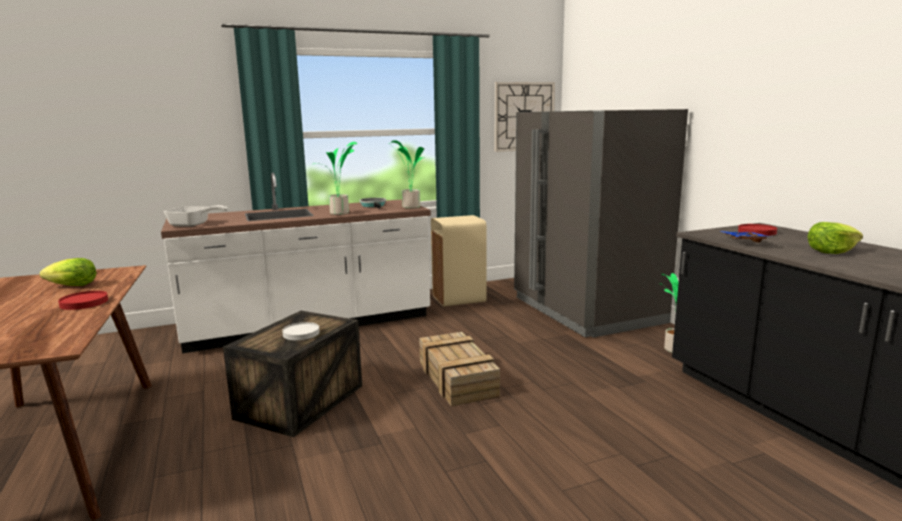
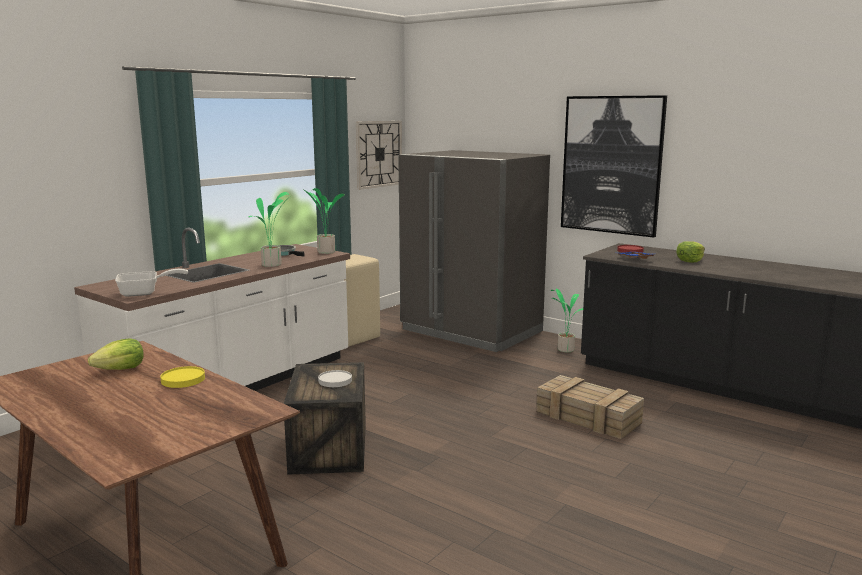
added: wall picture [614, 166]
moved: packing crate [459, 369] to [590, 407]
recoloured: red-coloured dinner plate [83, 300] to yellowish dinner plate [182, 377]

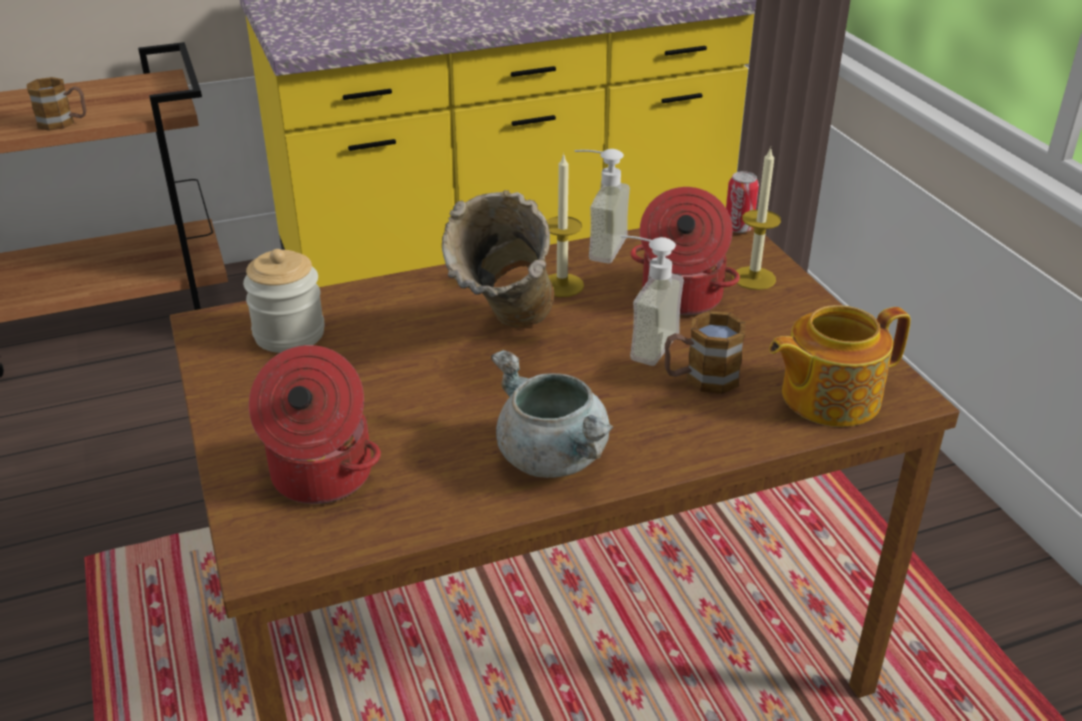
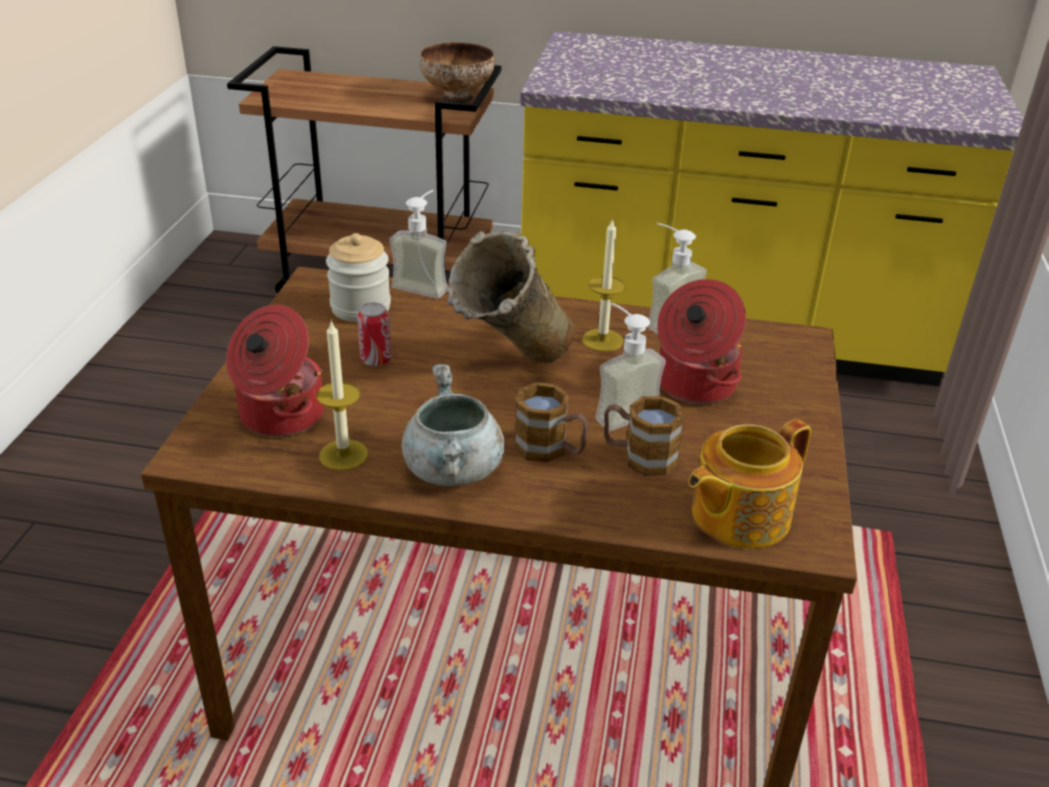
added: liquid soap bottle [418, 244]; serving bowl [457, 72]
moved: mug [57, 104] to [552, 422]; sealed can [742, 202] to [374, 334]; wax light [756, 218] to [342, 395]
turned: tea pot [840, 366] = [749, 484] 45 degrees counterclockwise

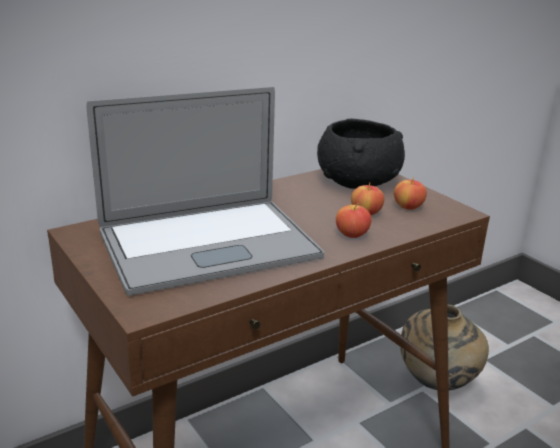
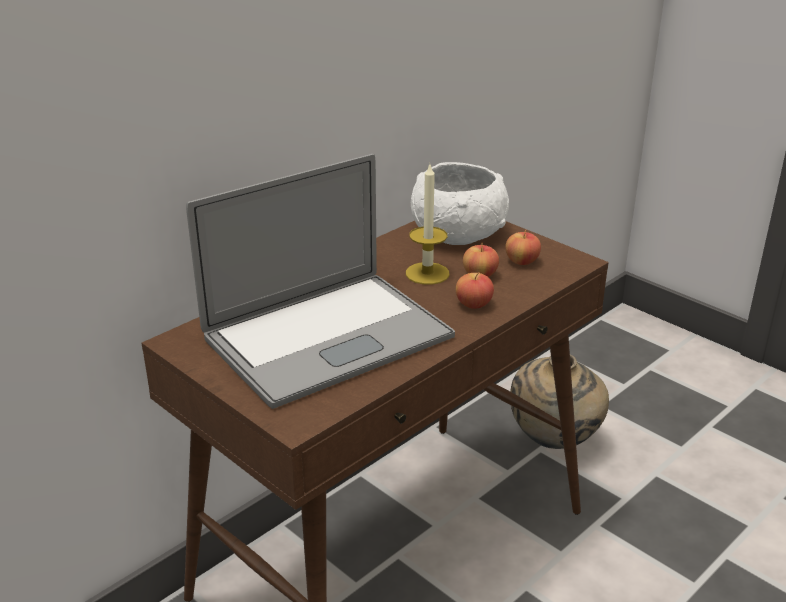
added: wax light [428, 225]
recoloured: black-coloured serving bowl [361, 154] to white serving bowl [460, 203]

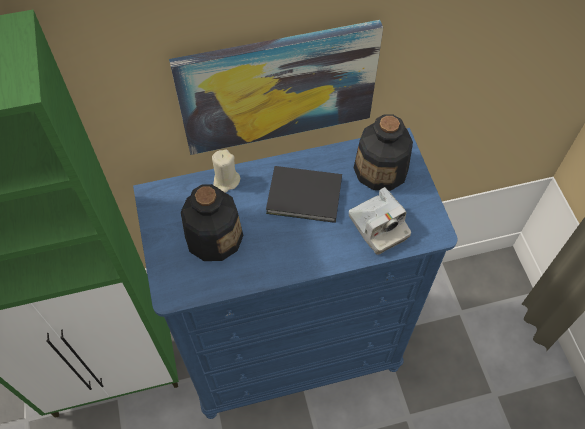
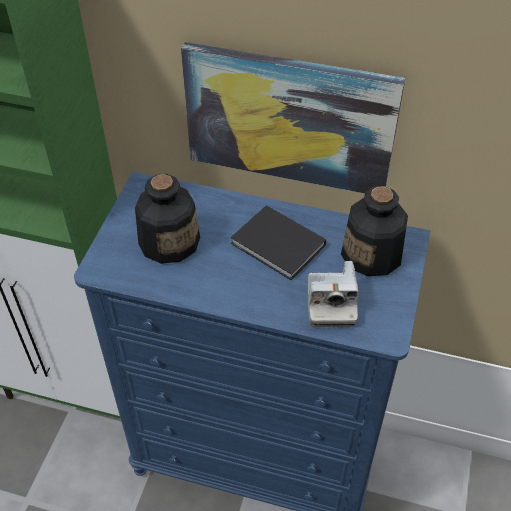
removed: beige-coloured wax light [226, 171]

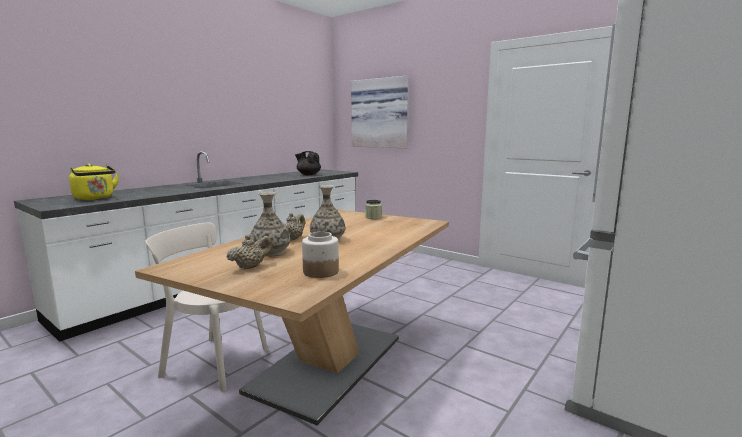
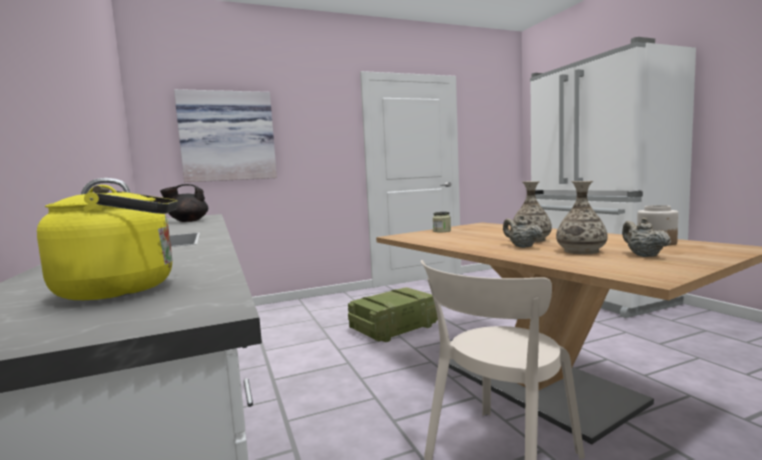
added: packing crate [393, 314]

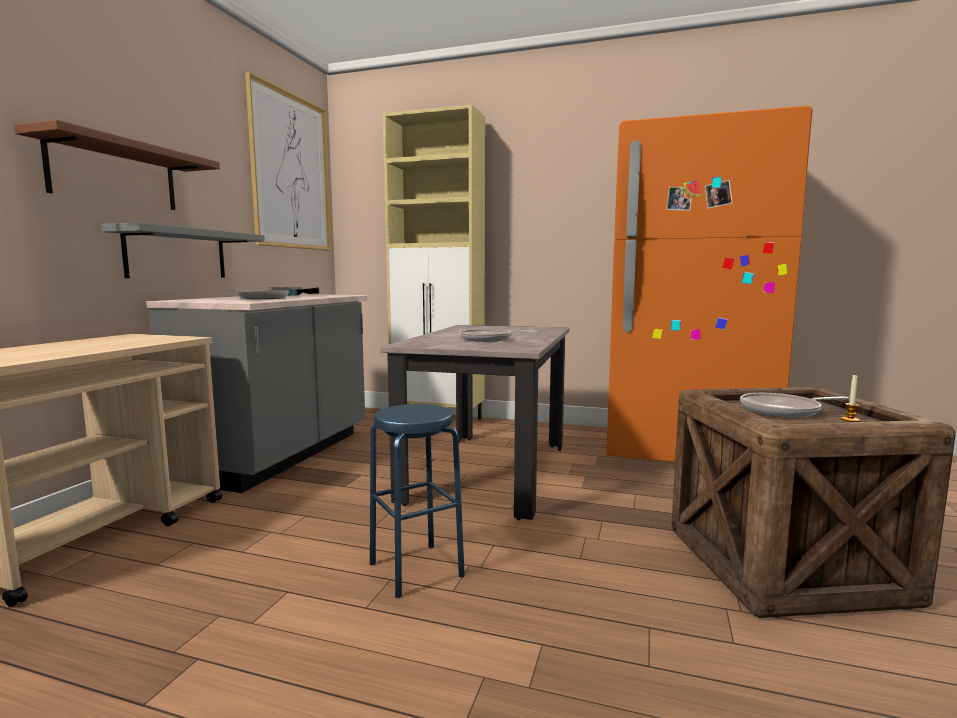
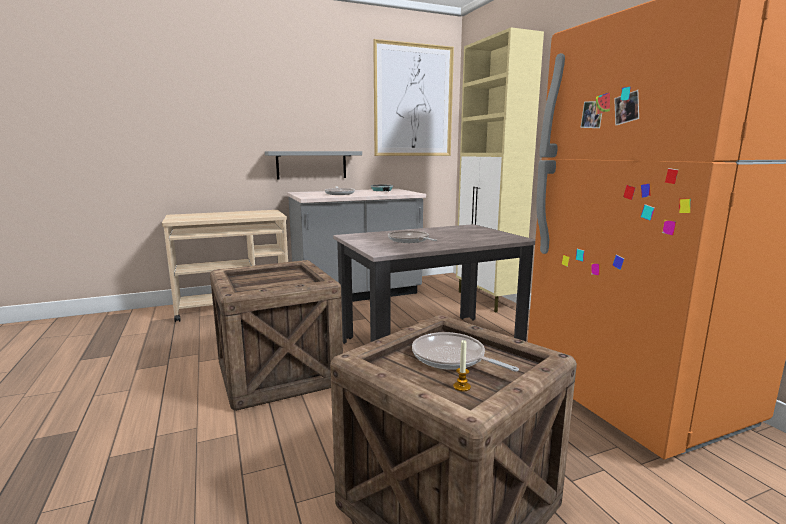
removed: brown-coloured bracket shelf [117, 165]
replaced: blue sitting stool [417, 501] to packing crate [276, 335]

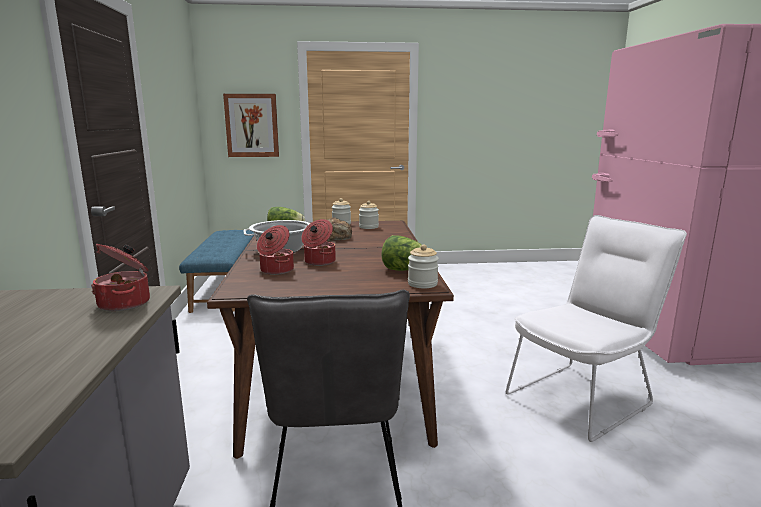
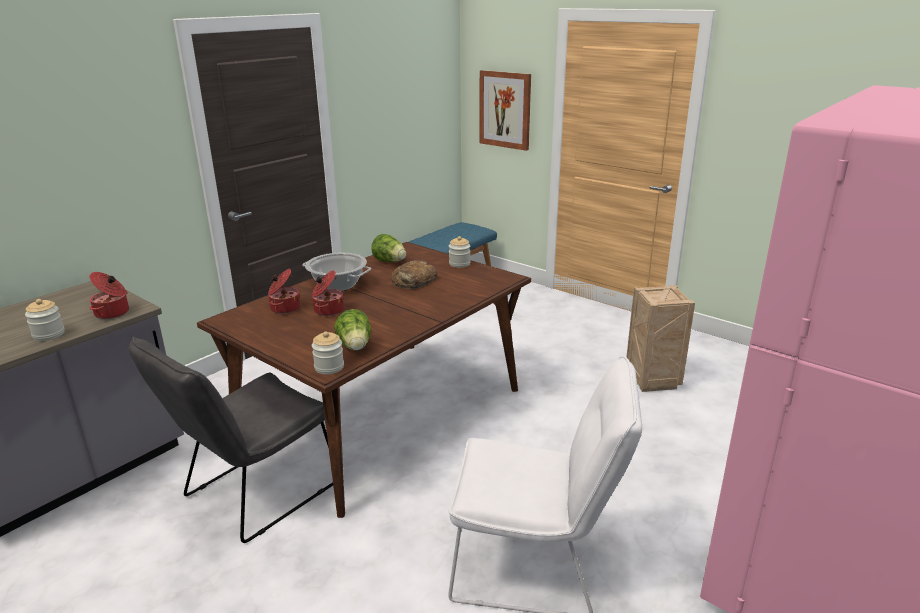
added: packing crate [660, 338]
moved: preserve jar [369, 215] to [45, 320]

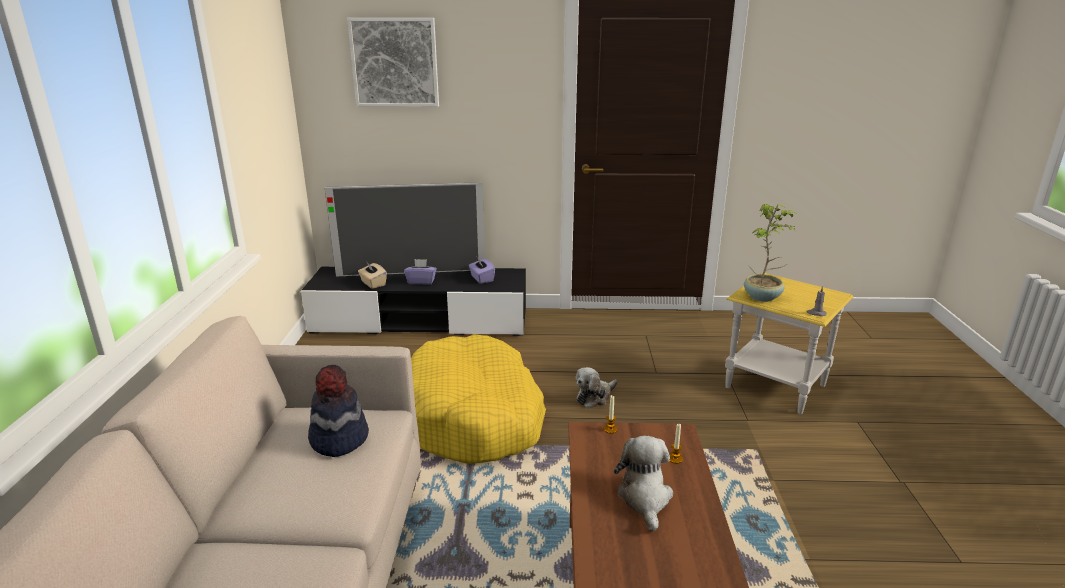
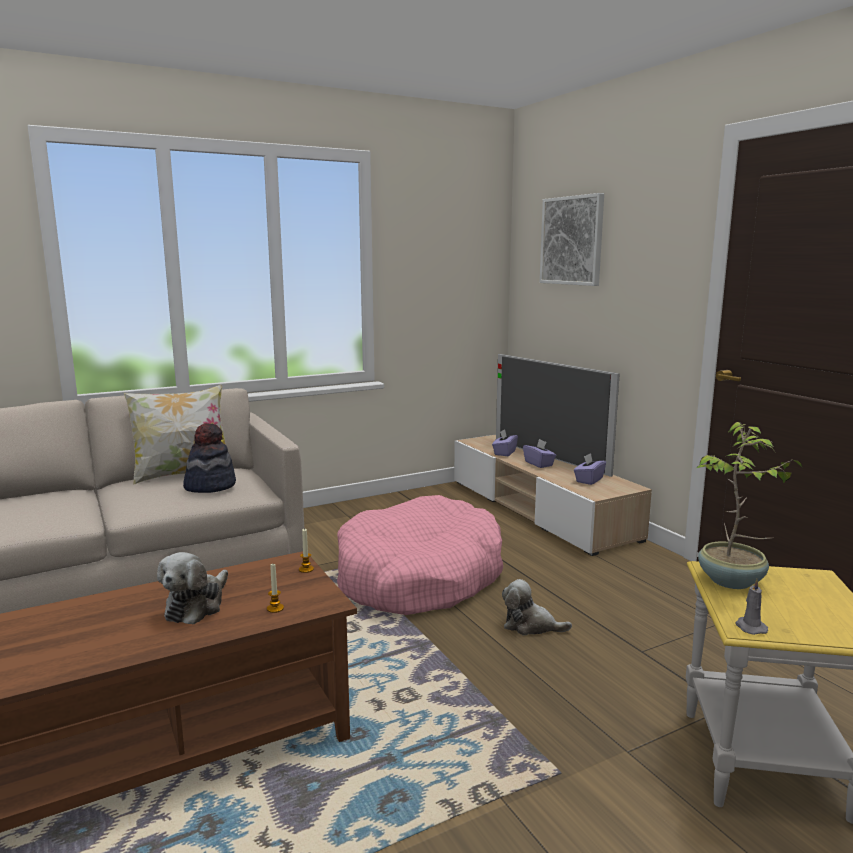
added: throw pillow [175, 434]
recoloured: black-coloured media console [413, 301] to beige-coloured media console [553, 495]; beige-coloured tissue holder [372, 276] to purple-coloured tissue holder [505, 442]; yellowish dog cushion [478, 399] to pinkish dog cushion [420, 555]
turned: cuddly toy [643, 484] = [192, 588] 135 degrees clockwise

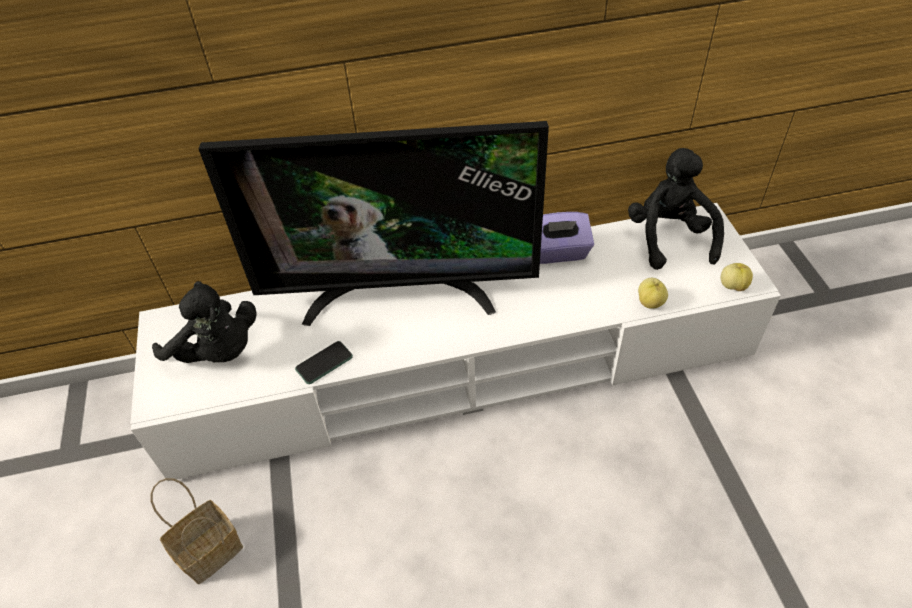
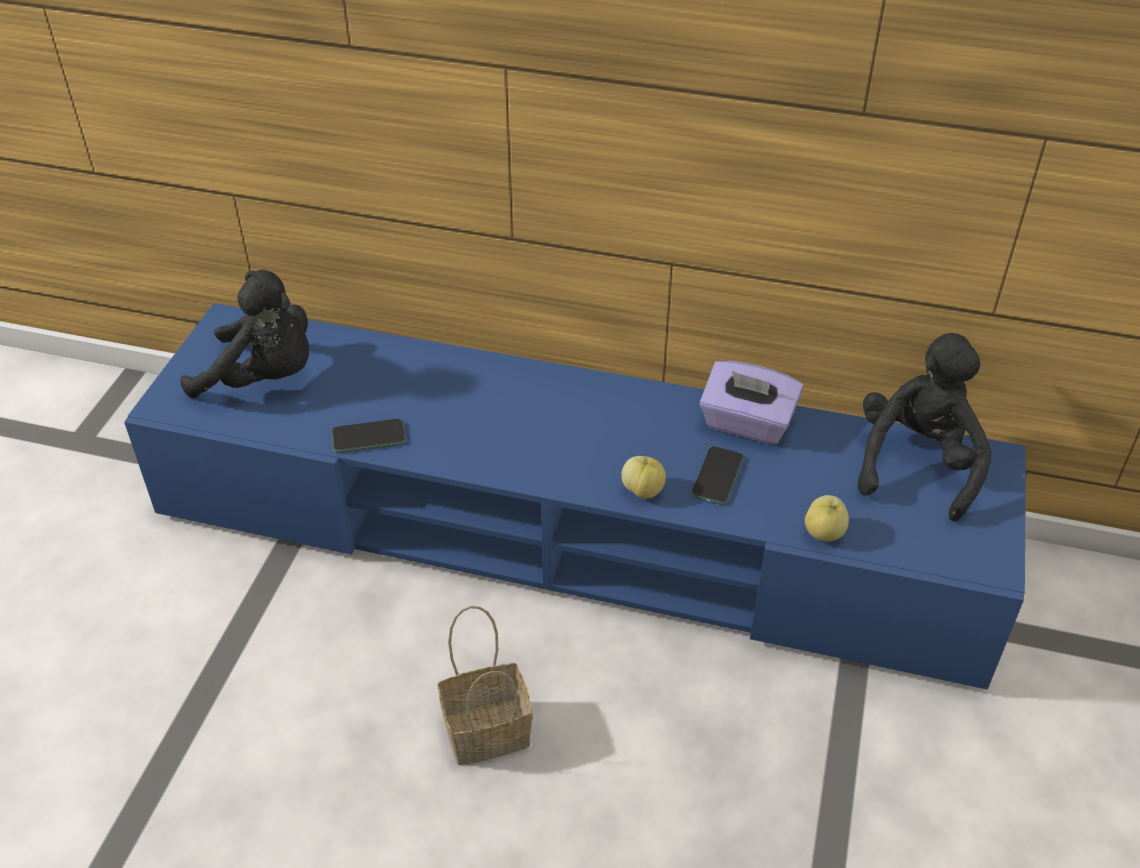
removed: television [374, 223]
added: handset [717, 475]
moved: household basket [196, 531] to [485, 685]; apple [737, 277] to [643, 477]
recoloured: white media console [455, 342] to blue media console [575, 496]
turned: black-coloured cuddly toy [204, 322] = [244, 334] 45 degrees counterclockwise

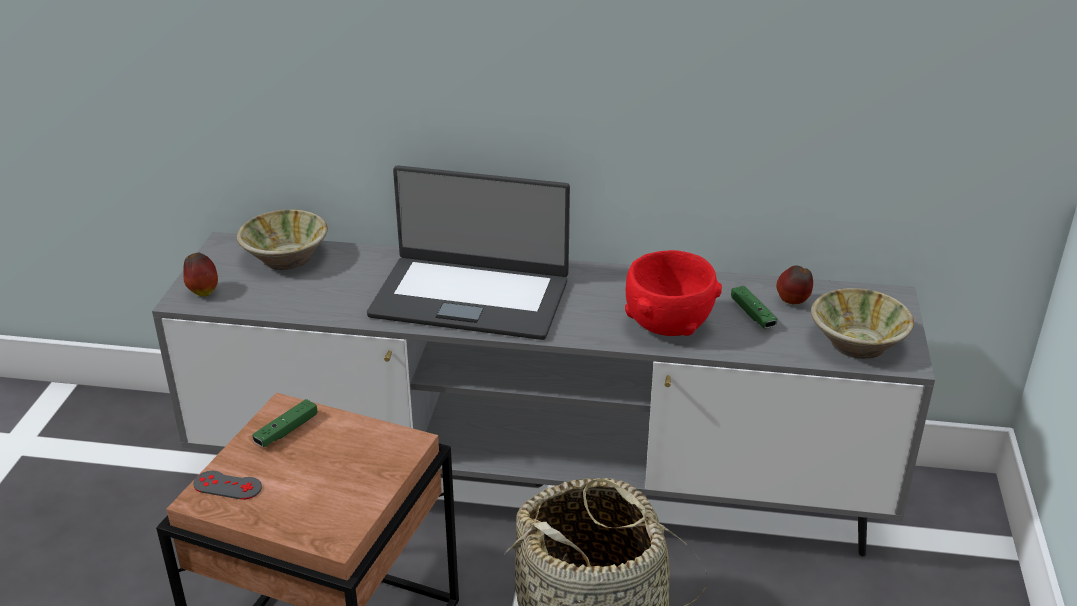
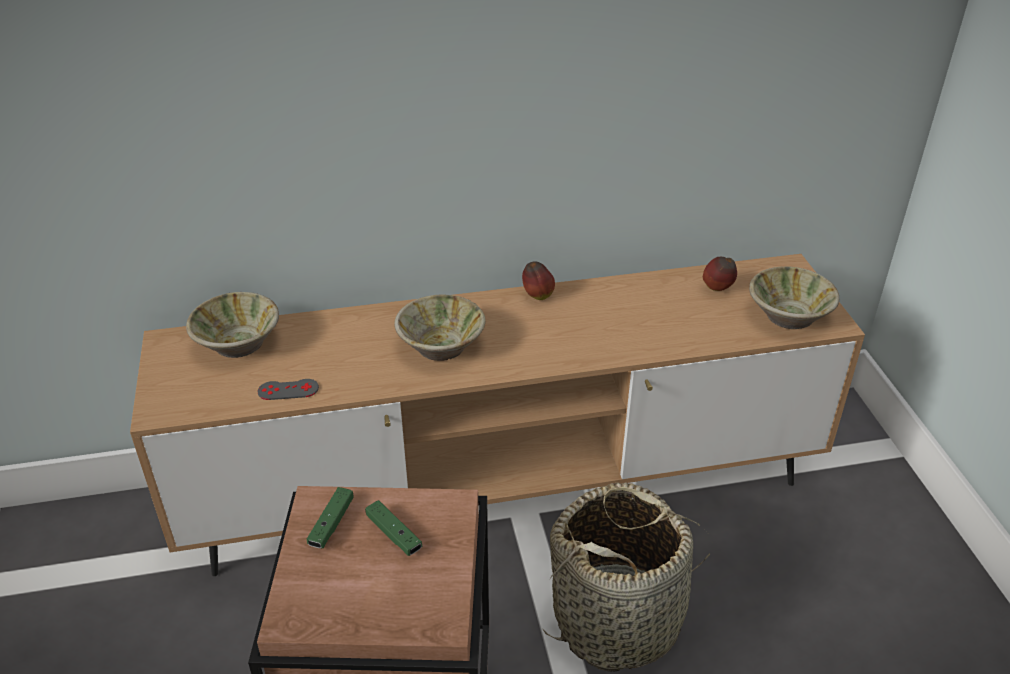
removed: red-coloured serving bowl [673, 293]
moved: apple [200, 275] to [538, 280]; greyish gamepad [227, 485] to [288, 389]; green-coloured gamepad [754, 307] to [393, 528]
replaced: laptop [468, 252] to beige-coloured serving bowl [440, 327]
recoloured: greyish media console [543, 394] to brown-coloured media console [497, 415]

